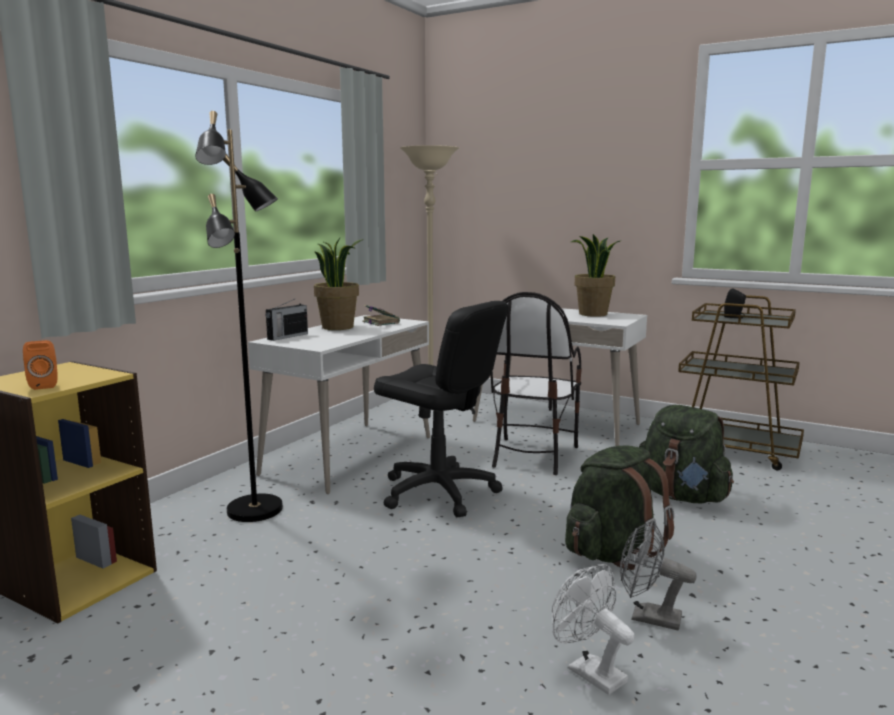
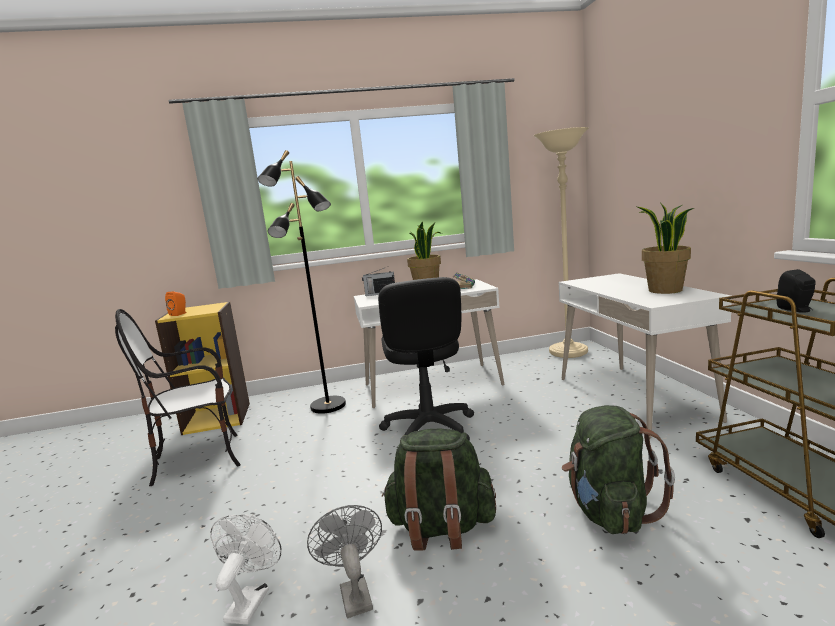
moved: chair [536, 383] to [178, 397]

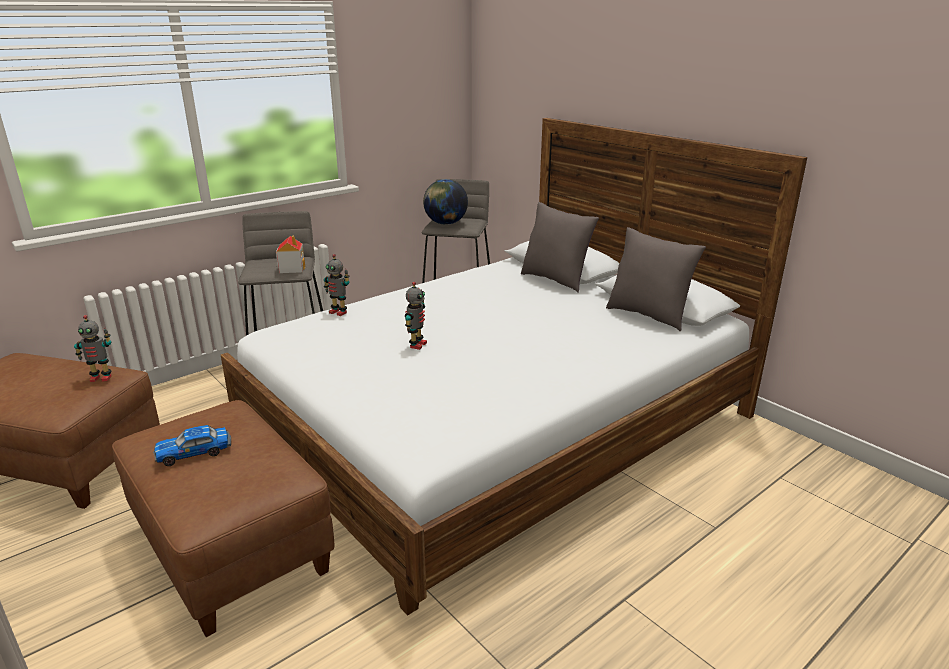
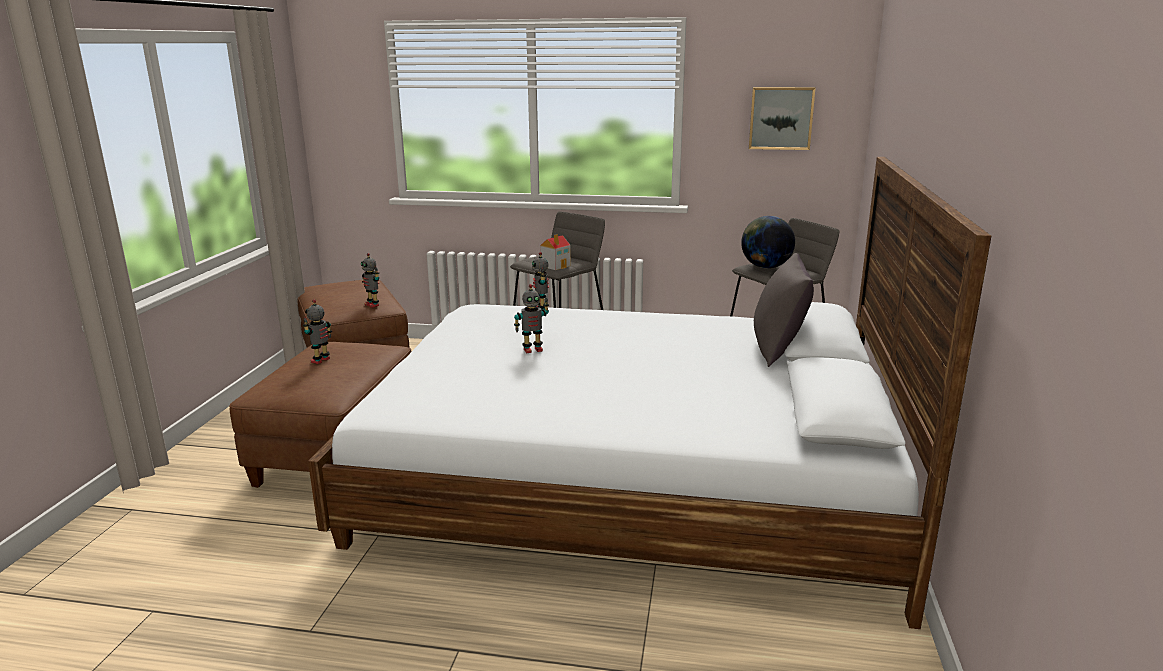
removed: greyish throw pillow [656, 279]
added: wall picture [782, 118]
replaced: miniature car [192, 445] to robot figure [317, 331]

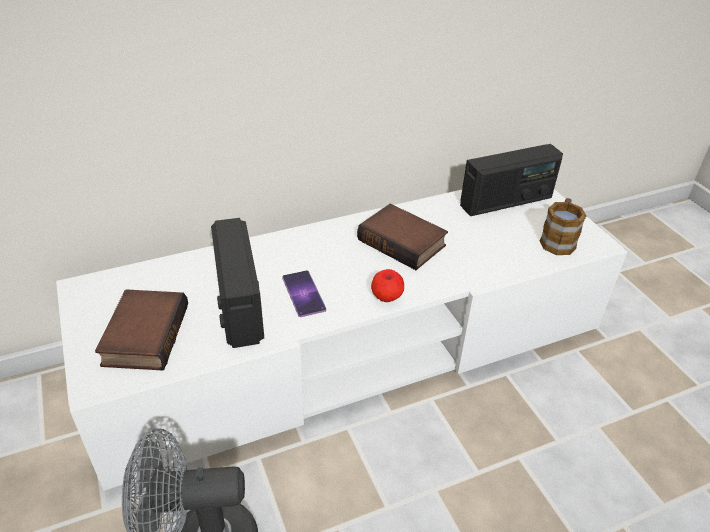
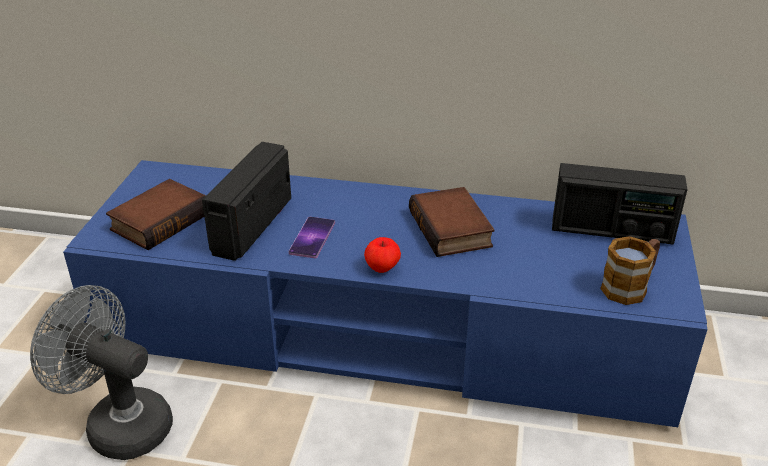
recoloured: white media console [341, 340] to blue media console [385, 293]

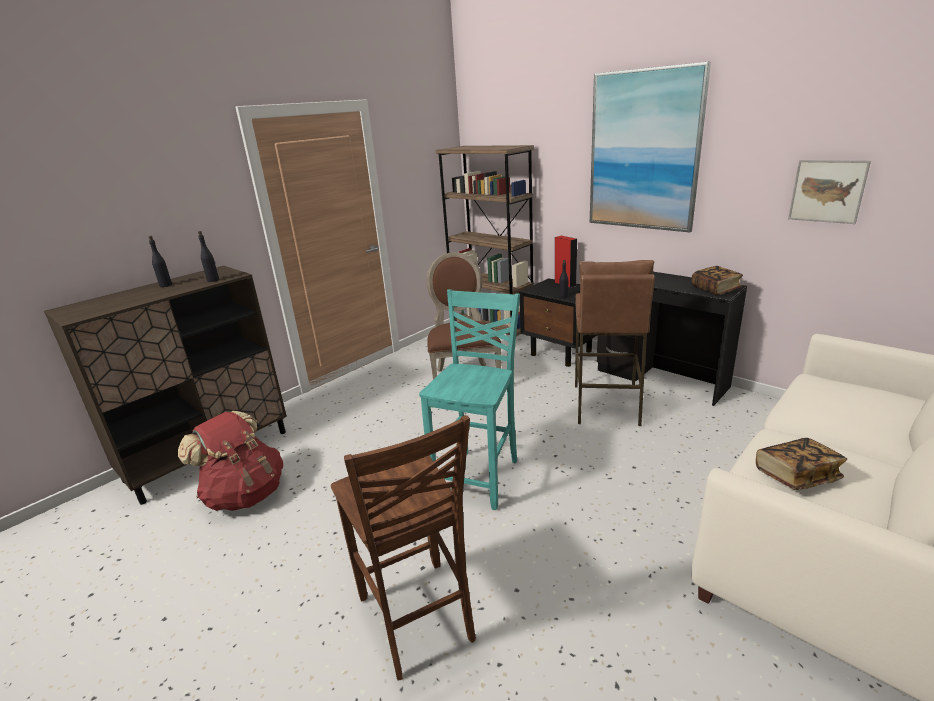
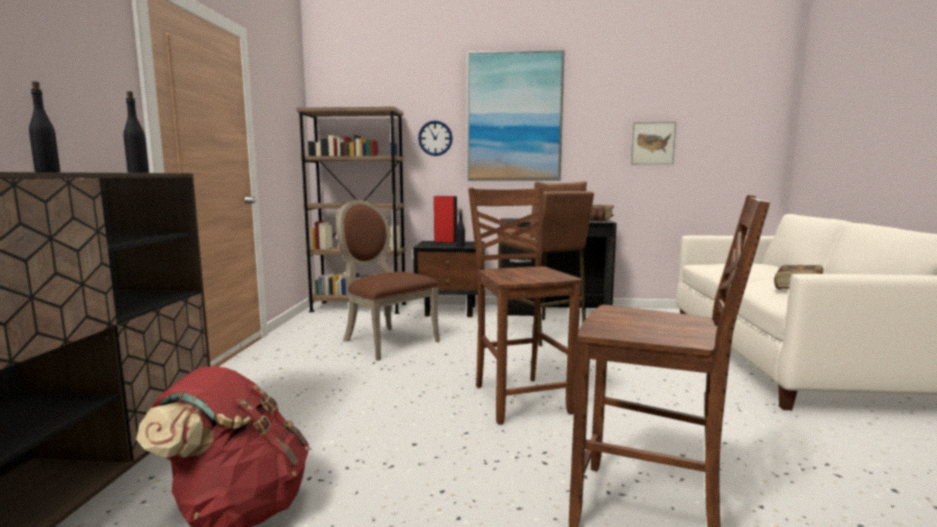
added: hanging clock [435, 138]
recoloured: turquoise chair [469, 399] to brown-coloured chair [525, 306]

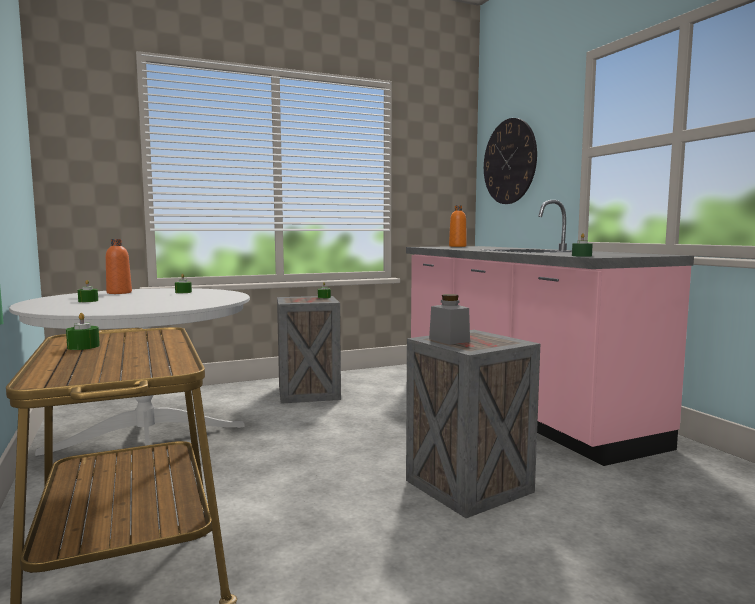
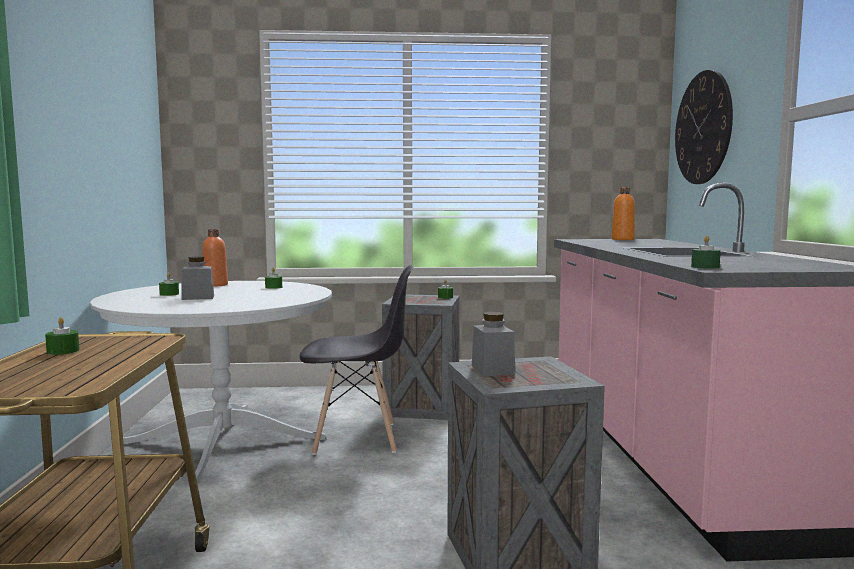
added: greyish preserve jar [197, 278]; greyish chair [357, 360]

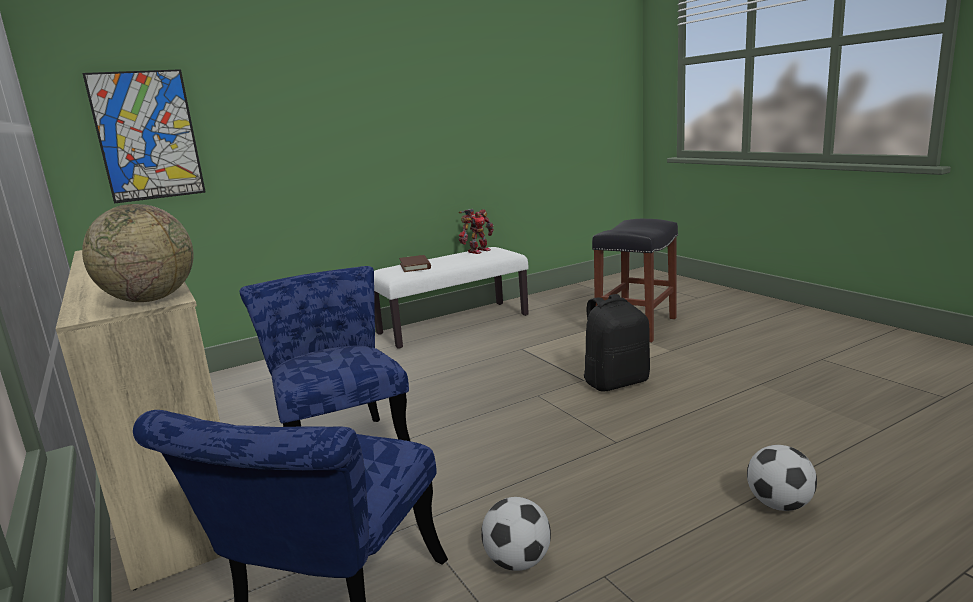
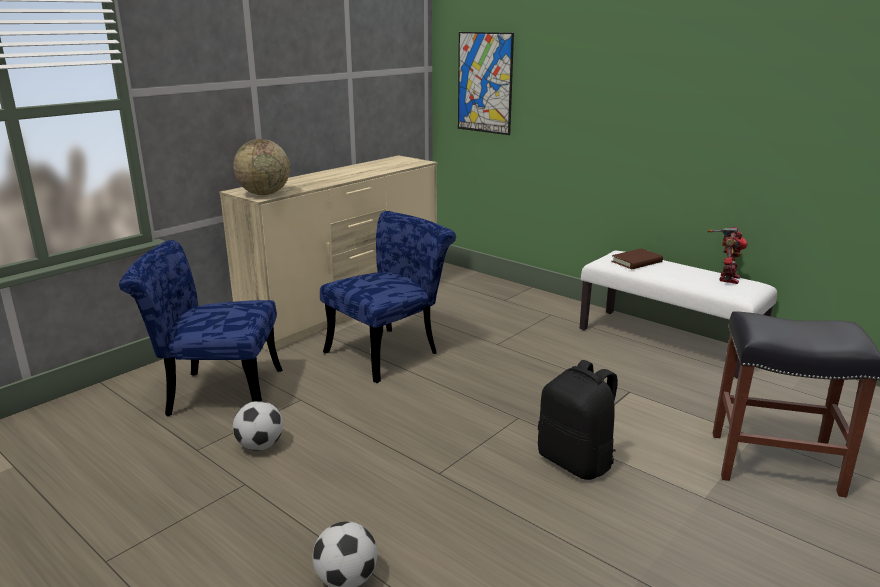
turned: robot figure [476, 231] = [727, 255] 90 degrees counterclockwise

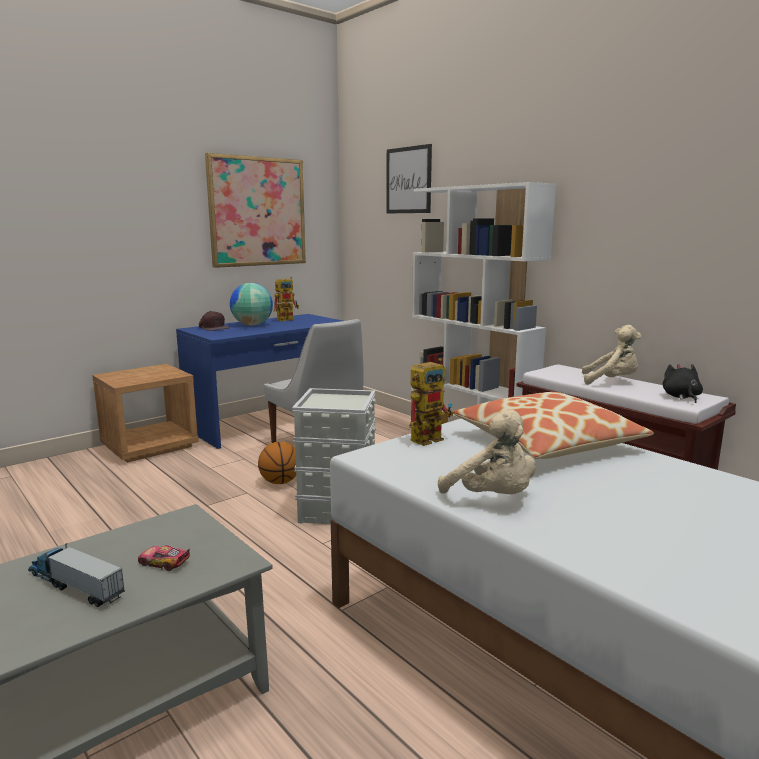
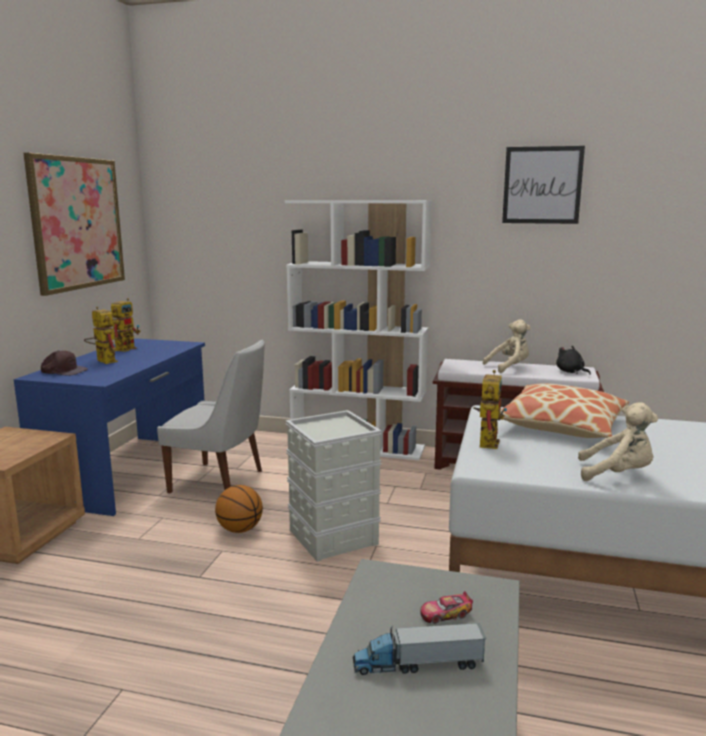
moved: wall picture [409, 179] to [543, 185]
replaced: desk globe [251, 304] to robot figure [101, 335]

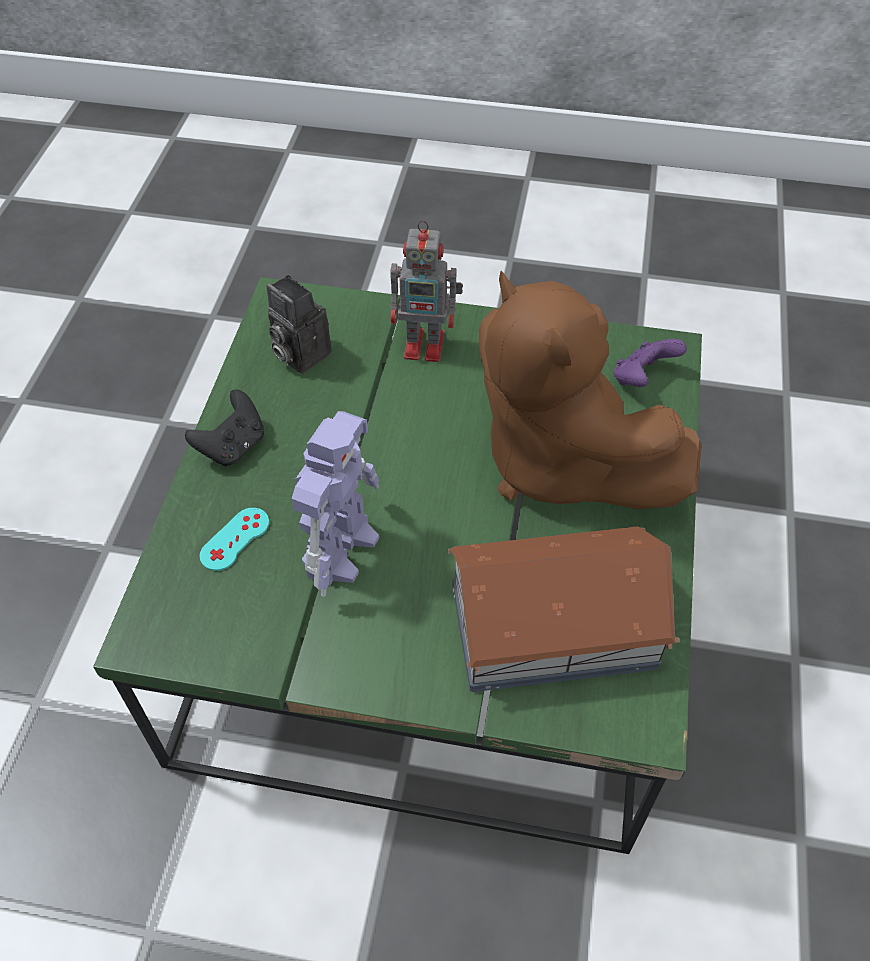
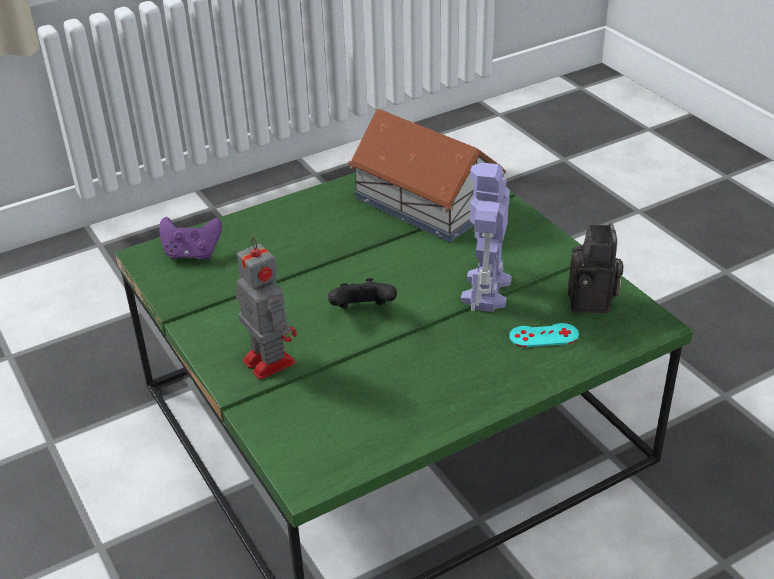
removed: brown-coloured cuddly toy [590, 390]
moved: black-coloured gamepad [224, 428] to [362, 293]; still camera [299, 324] to [595, 267]
turned: robot figure [335, 504] = [486, 237] 60 degrees counterclockwise

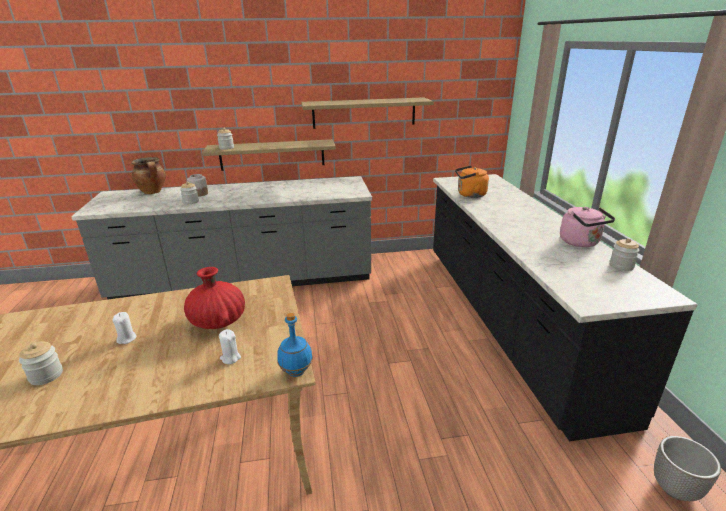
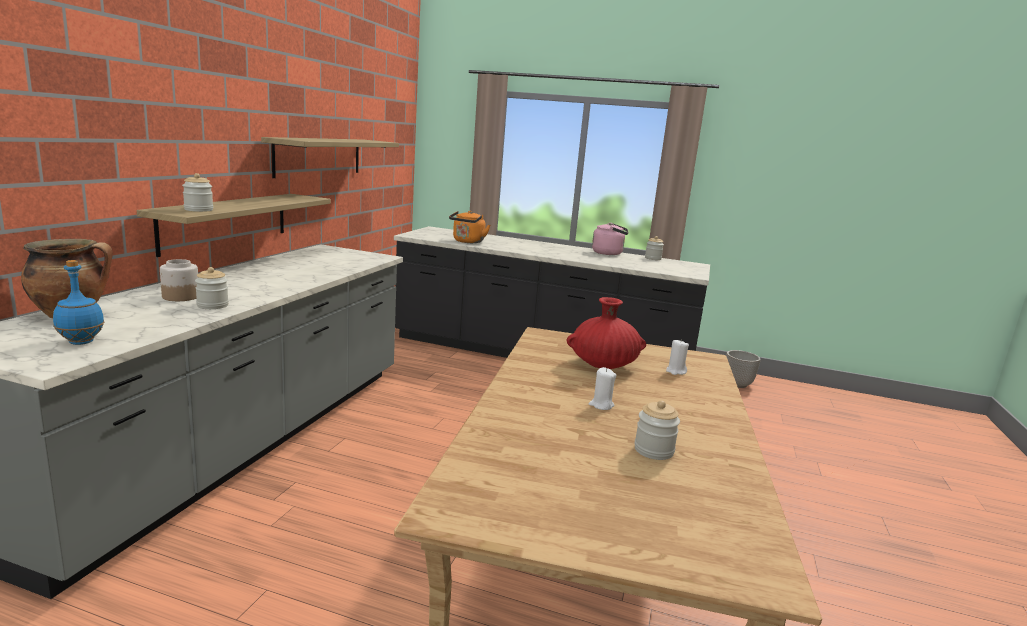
moved: blue drink bottle [295, 345] to [78, 302]

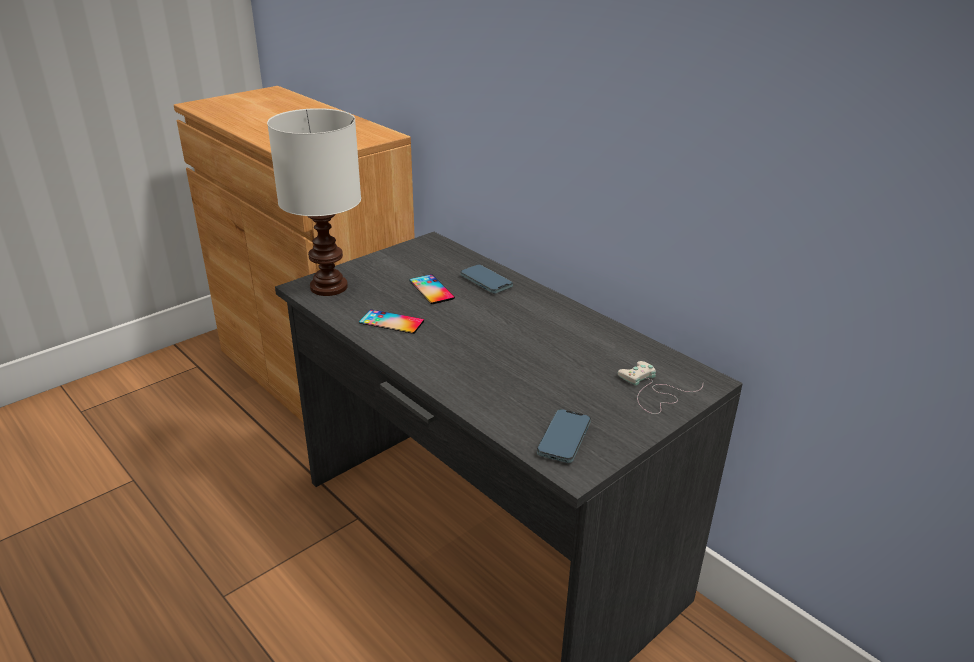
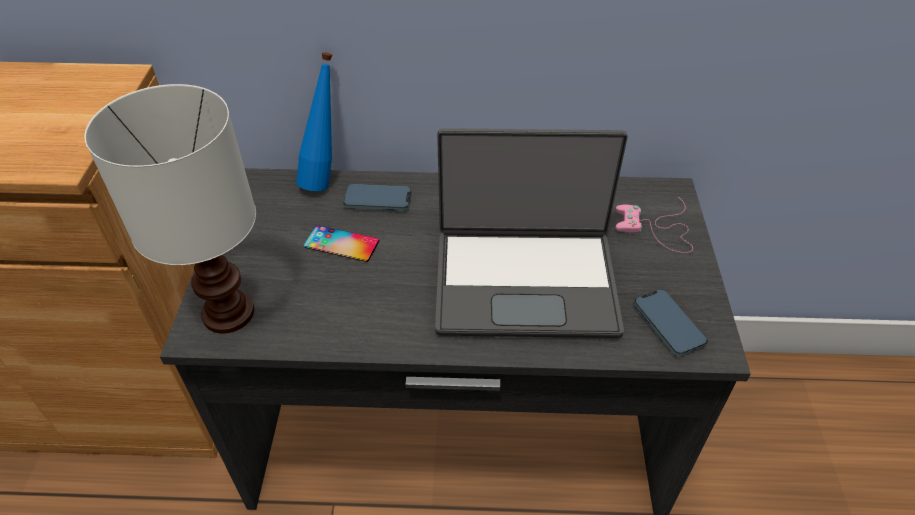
removed: handset [391, 321]
added: blue drink bottle [314, 121]; laptop [531, 233]
recoloured: white gamepad [660, 387] to pinkish gamepad [654, 225]

